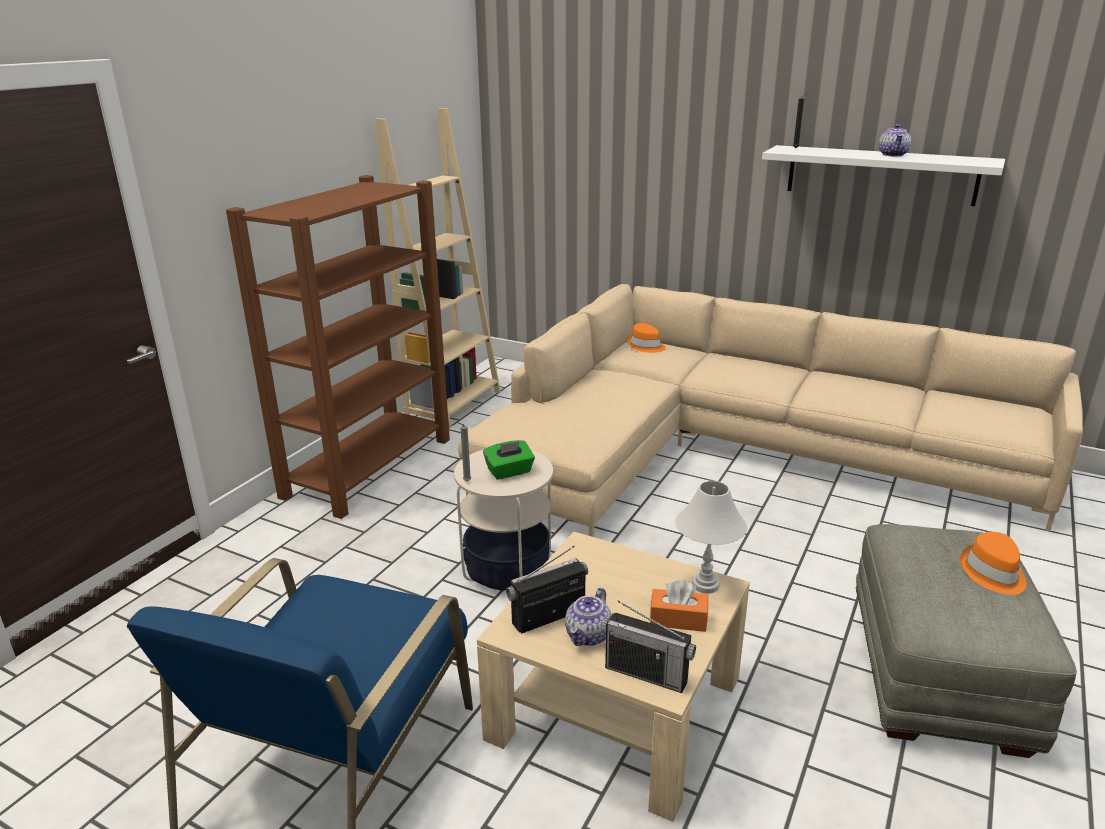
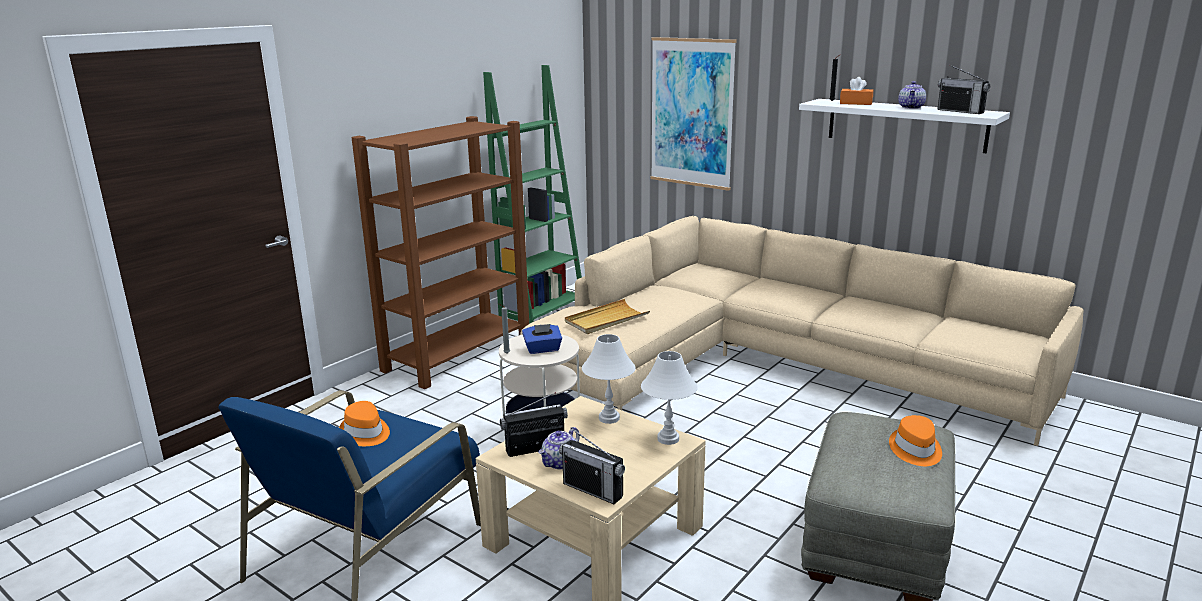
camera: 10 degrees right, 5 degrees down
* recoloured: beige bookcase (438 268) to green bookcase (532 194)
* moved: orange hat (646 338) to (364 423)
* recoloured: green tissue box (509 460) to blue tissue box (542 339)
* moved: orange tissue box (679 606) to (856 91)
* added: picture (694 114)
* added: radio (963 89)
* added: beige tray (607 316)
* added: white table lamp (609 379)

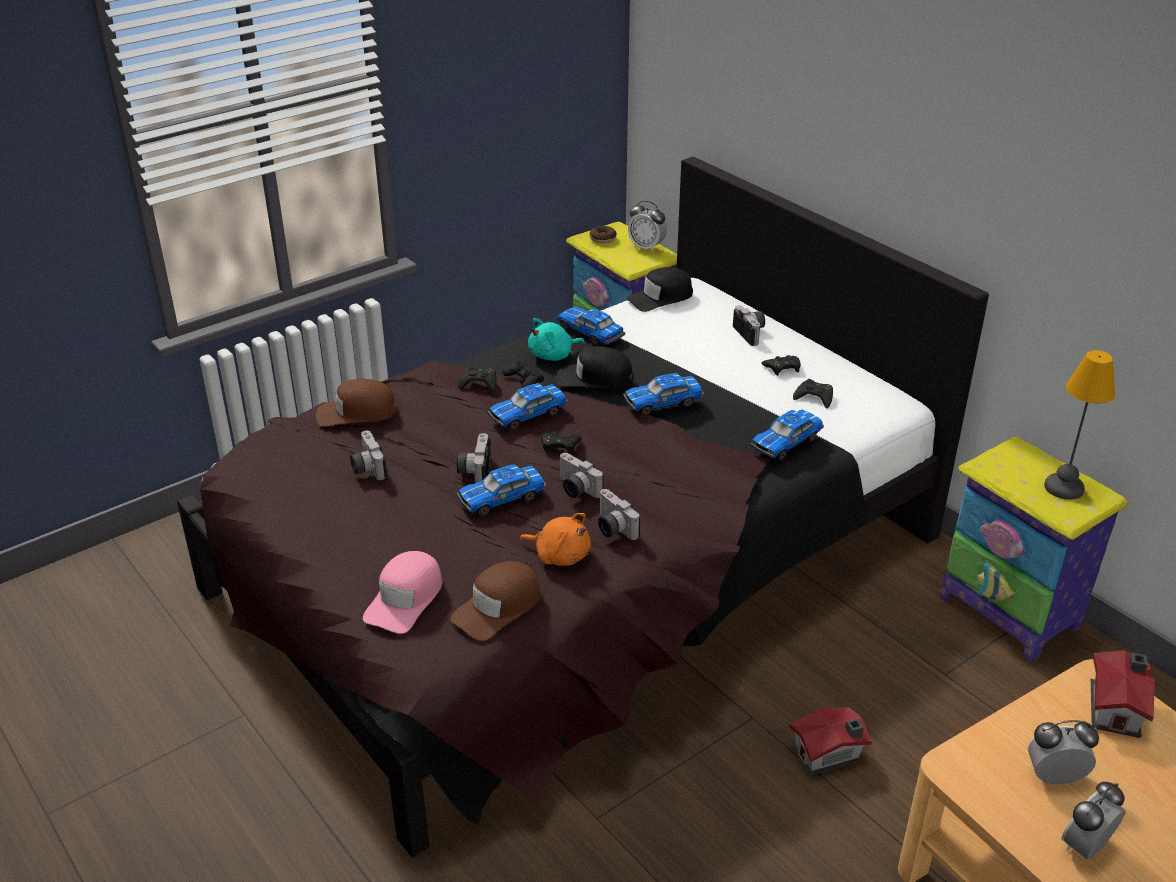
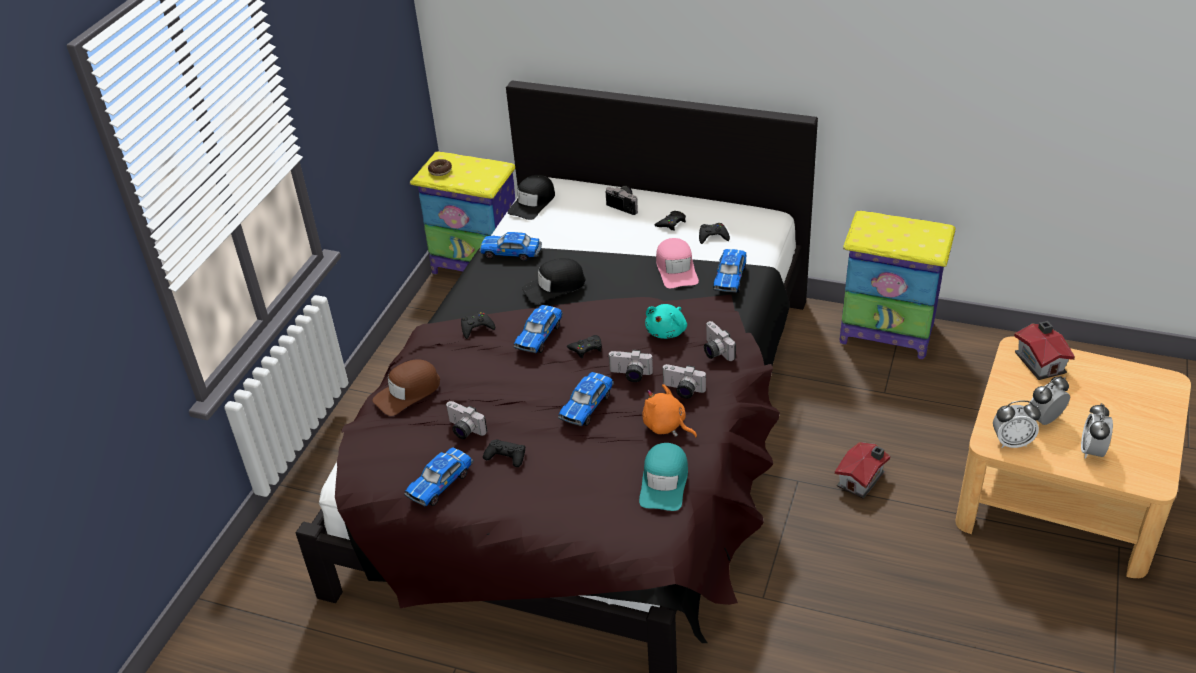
camera: 30 degrees left, 5 degrees up
* moved: alarm clock (647 226) to (1017 424)
* moved: turquoise plush toy (556 339) to (666 321)
* removed: table lamp (1079 425)
* moved: black game controller (523 374) to (504 453)
* moved: toy car (663 394) to (439 476)
* moved: photo camera (473 458) to (720 341)
* turned: orange plush toy (555 539) = (669 411) 135 degrees counterclockwise
* moved: pink cap (402 592) to (677 263)
* recoloured: brown cap (495 601) to turquoise cap (663 477)

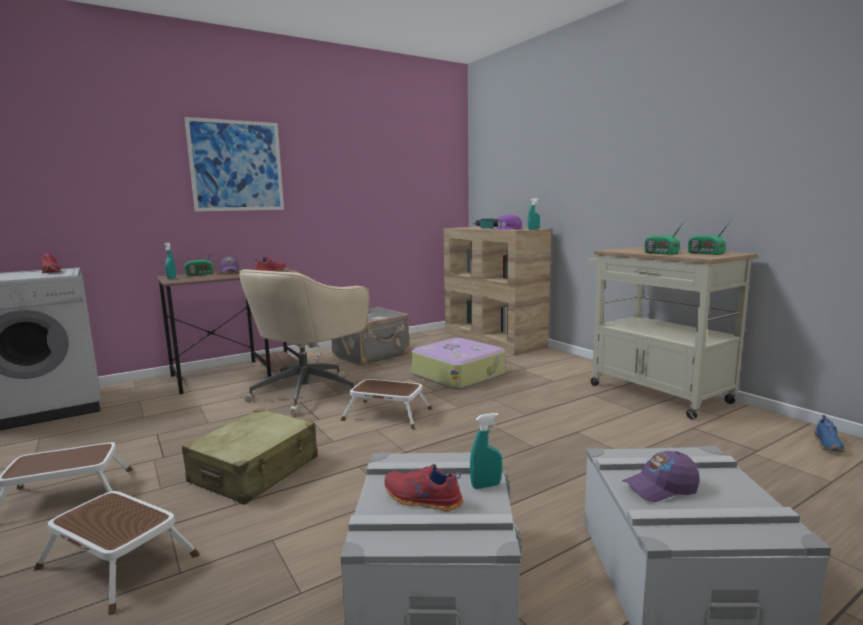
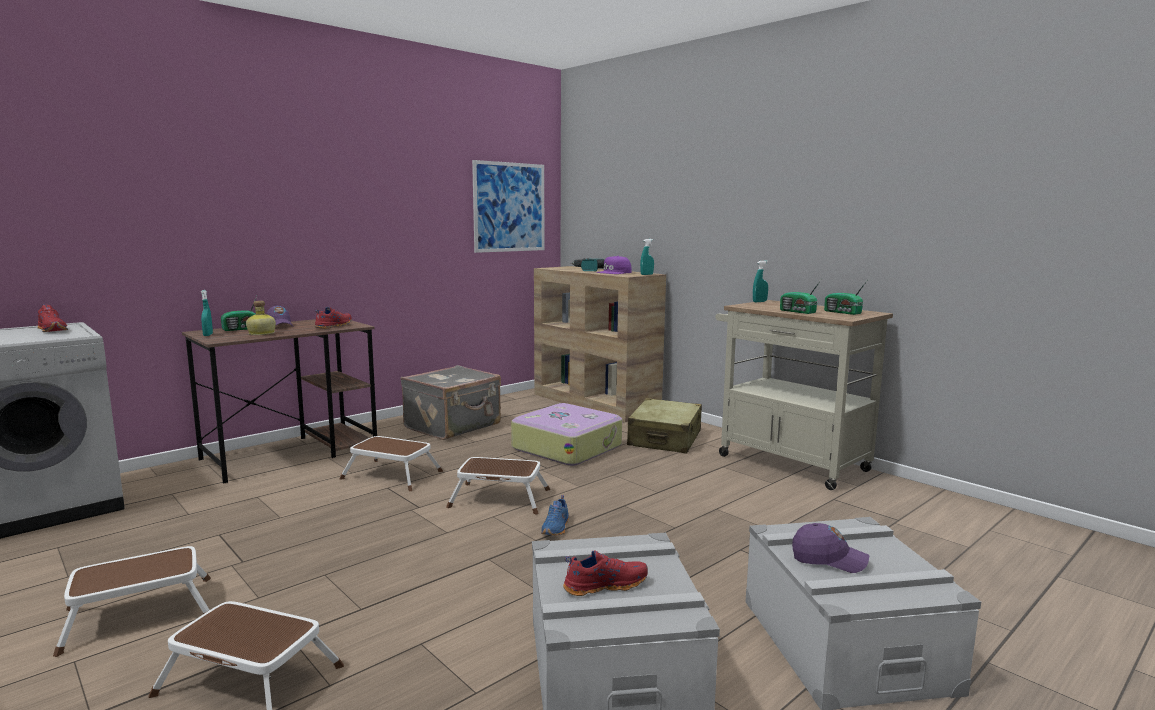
camera: 10 degrees left, 0 degrees up
* moved: picture (234 164) to (508 206)
* replaced: beige office chair (304 342) to brown step ladder (391 463)
* moved: beige suitcase (250 457) to (664 426)
* moved: turquoise spray bottle (486 451) to (760 281)
* moved: blue shoe (829 433) to (555 515)
* turned: purple cap (661 476) = (830 548) 135 degrees counterclockwise
* turned: red shoe (424 487) = (605 573) 150 degrees clockwise
* added: bottle (261 318)

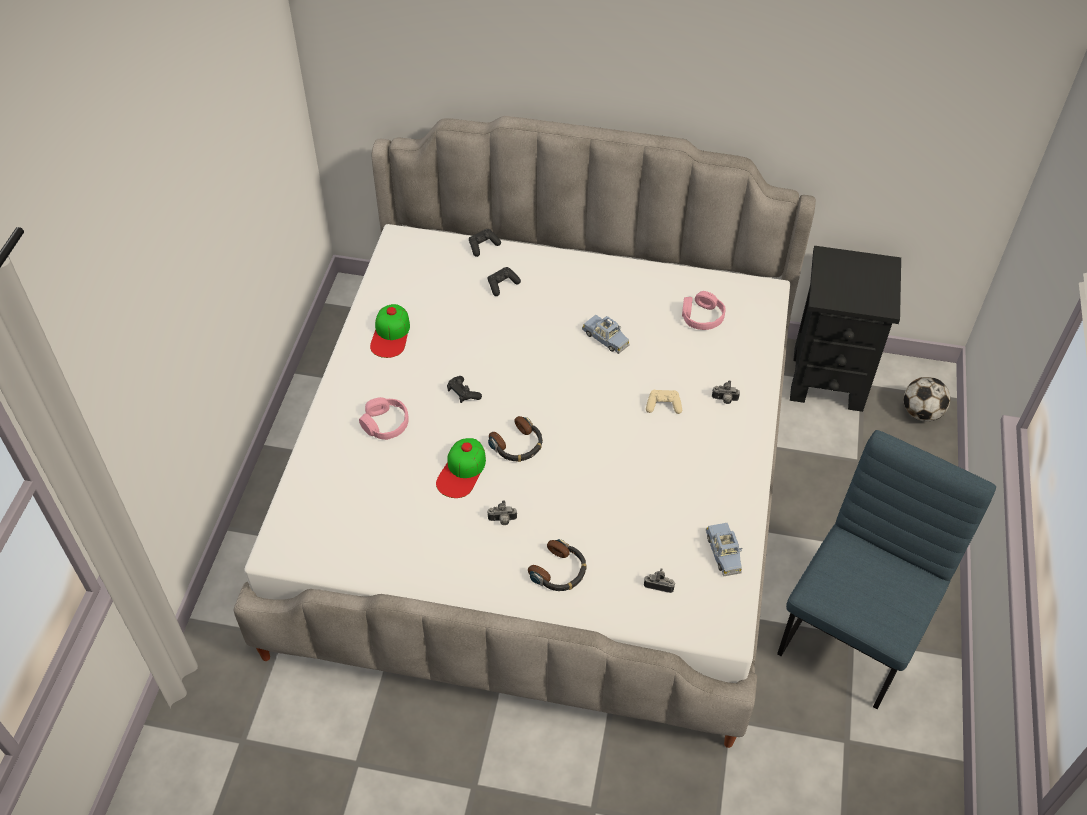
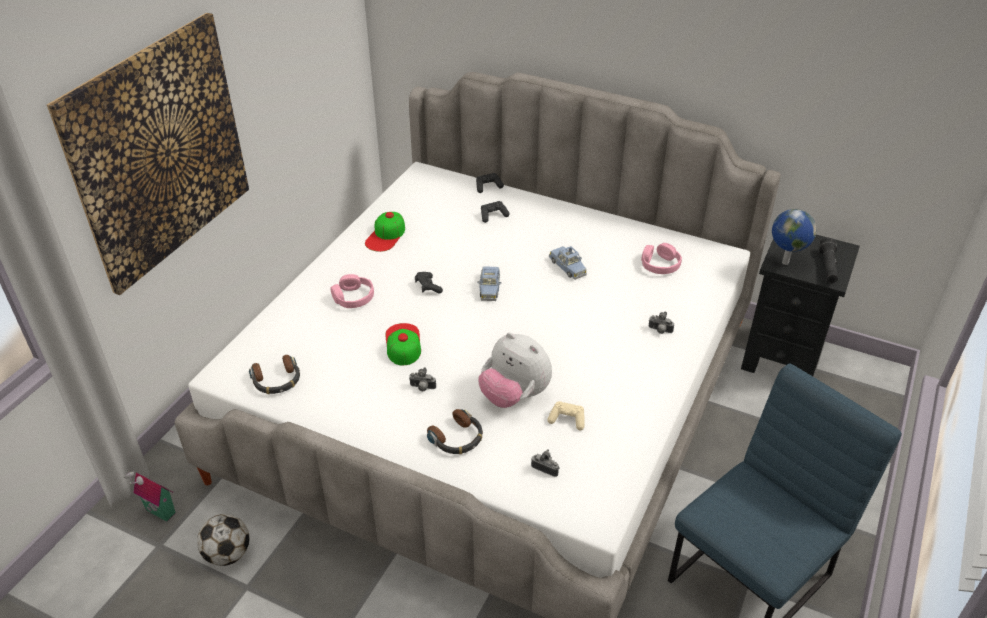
camera: 15 degrees right, 10 degrees down
* moved: football (927 399) to (223 540)
* moved: beige game controller (664 402) to (566 415)
* moved: headphones (515 439) to (274 374)
* turned: cap (461 468) = (403 344) 135 degrees clockwise
* moved: blue toy car (724 549) to (489 283)
* added: picture (148 154)
* added: globe (794 237)
* added: black flashlight (828 260)
* added: plush toy (515 370)
* added: toy house (150 495)

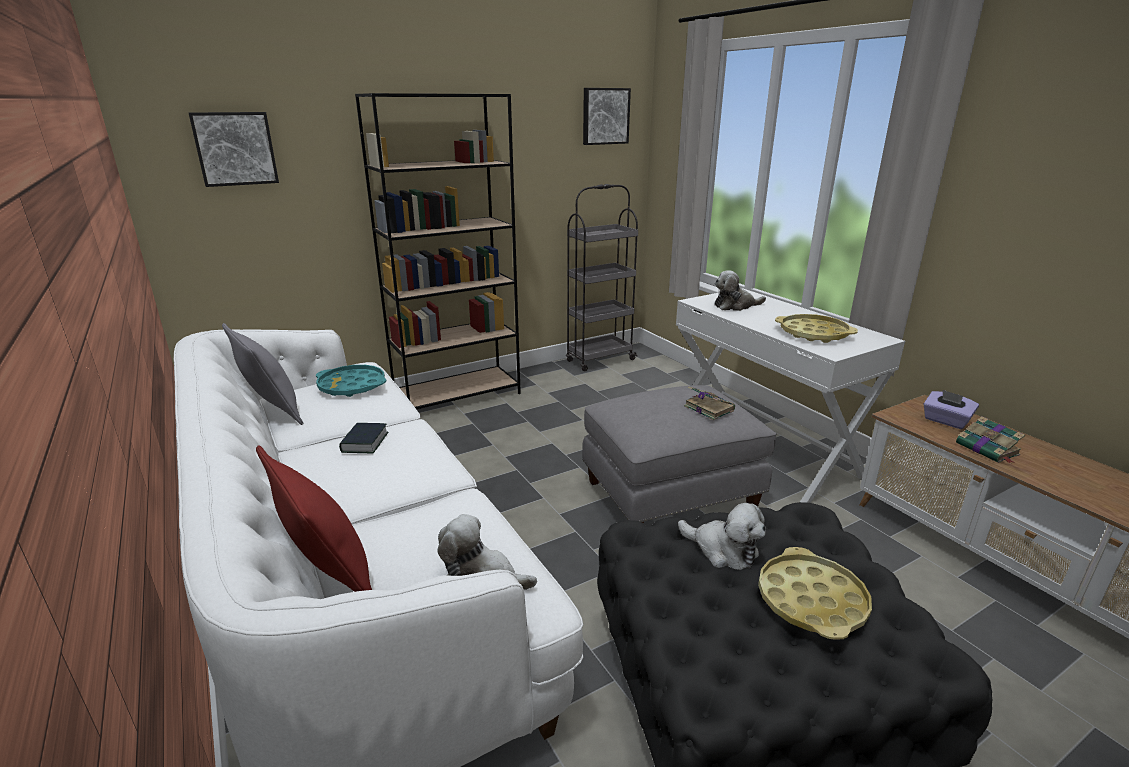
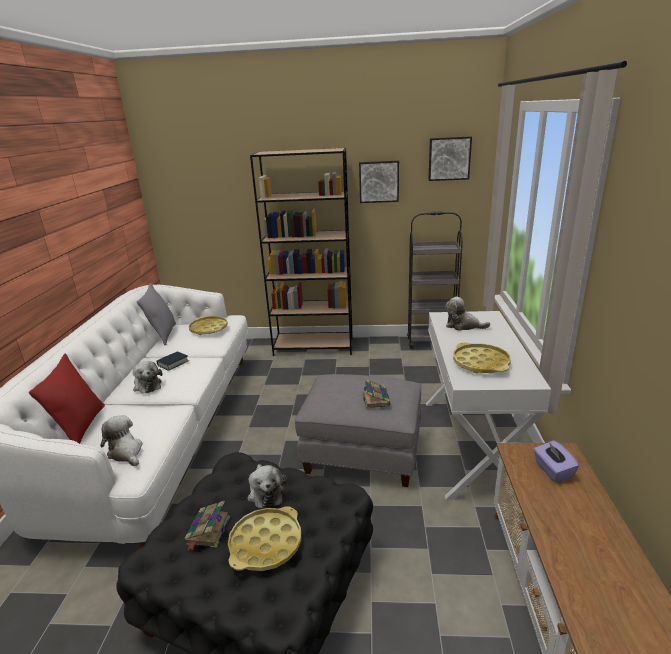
camera: 35 degrees right, 0 degrees up
* moved: picture (234 149) to (379 182)
* recoloured: turquoise tray (351 381) to yellow tray (208 325)
* moved: book (990 440) to (207 525)
* added: plush toy (147 377)

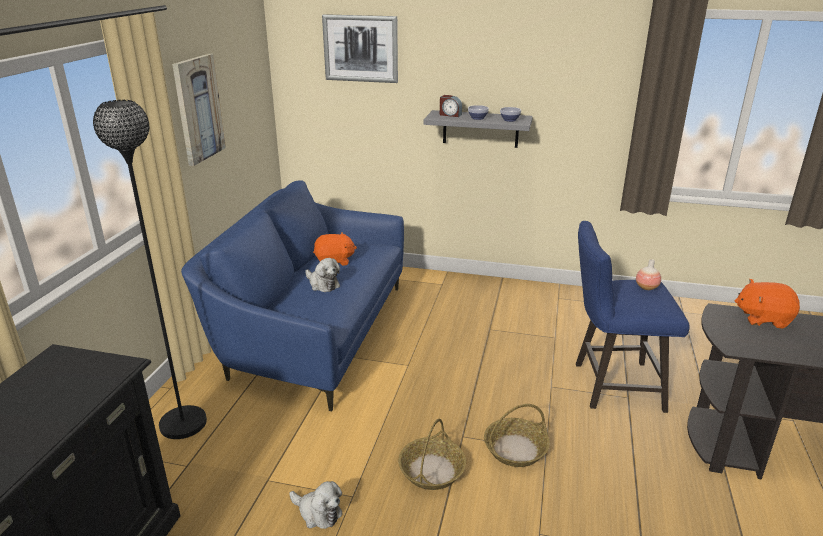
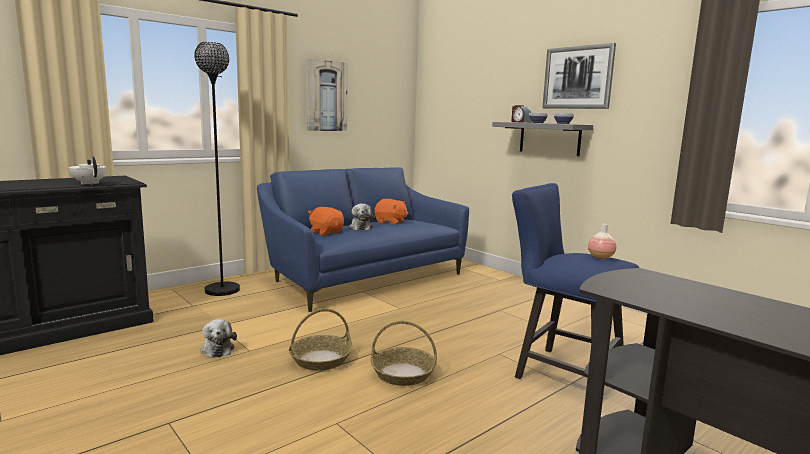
camera: 35 degrees right, 15 degrees down
* moved: picture (360 48) to (579 76)
* moved: orange plush toy (767 304) to (326 221)
* added: white teapot (88 170)

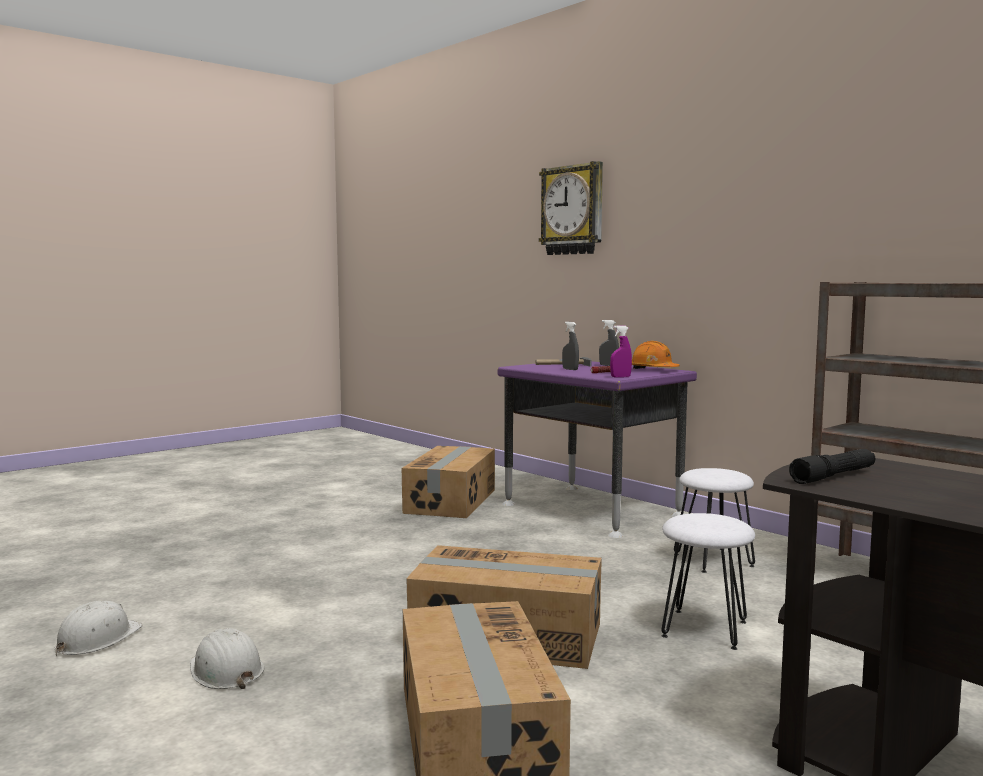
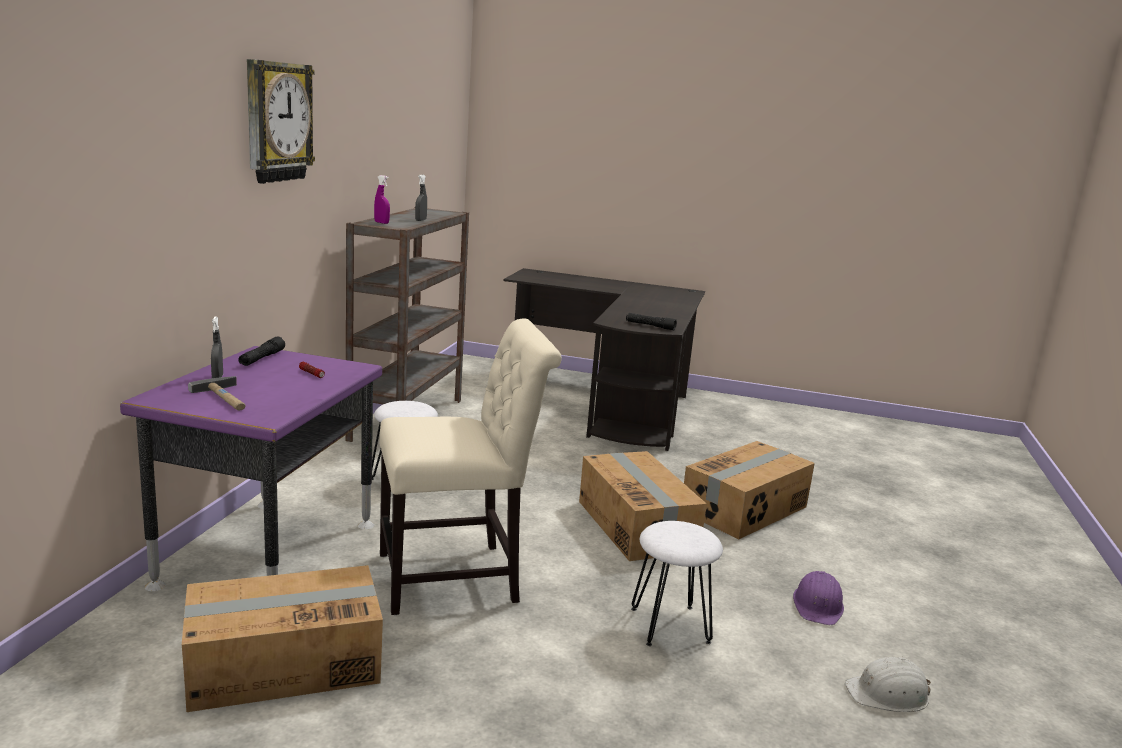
camera: 125 degrees left, 10 degrees up
* moved: wall clock (571 208) to (281 121)
* moved: grey spray bottle (570 346) to (421 198)
* moved: purple spray bottle (621 351) to (382 199)
* replaced: orange hard hat (656 355) to black flashlight (261 351)
* moved: white stool (708 581) to (677 583)
* recoloured: white hard hat (227 658) to purple hard hat (818 598)
* added: beige chair (470 466)

